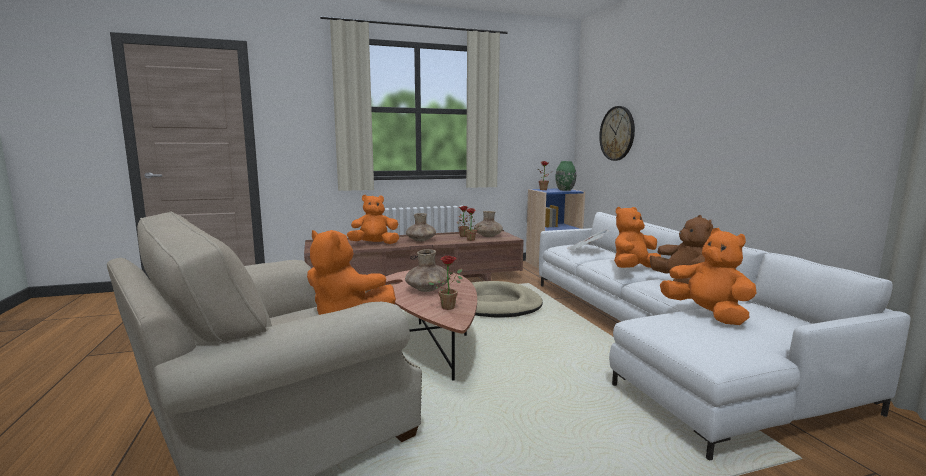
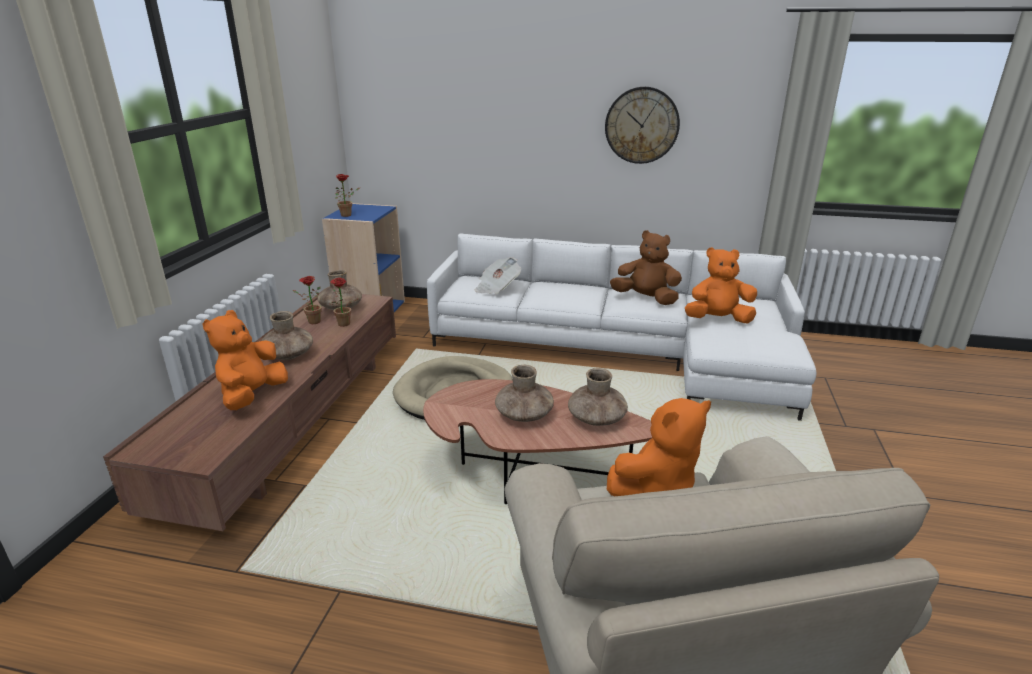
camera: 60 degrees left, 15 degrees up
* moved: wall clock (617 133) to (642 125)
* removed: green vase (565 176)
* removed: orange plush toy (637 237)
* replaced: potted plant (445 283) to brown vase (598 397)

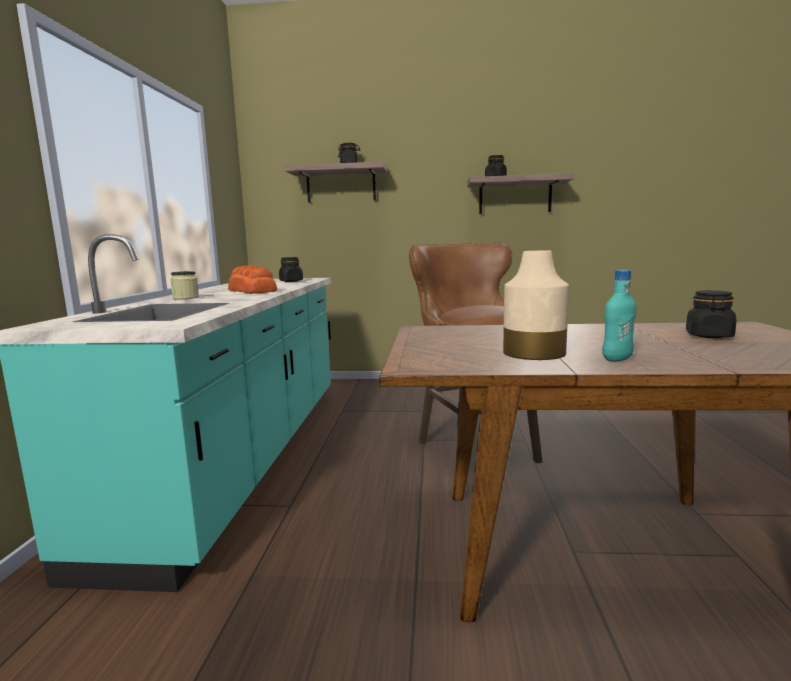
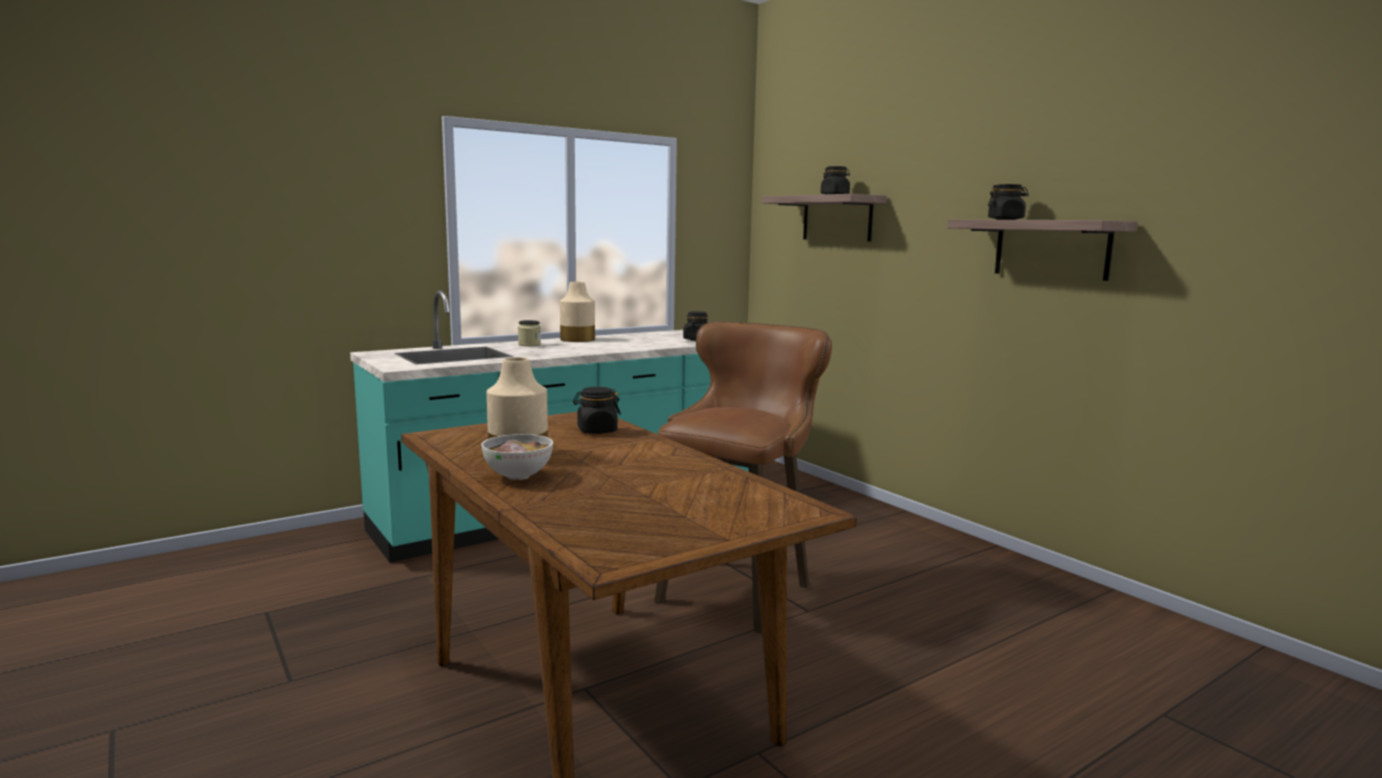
camera: 50 degrees right, 0 degrees up
* removed: bread (252 279)
* replaced: turquoise bottle (619 315) to bowl (517 457)
* moved: black jar (711 314) to (597 410)
* added: beige vase (577 312)

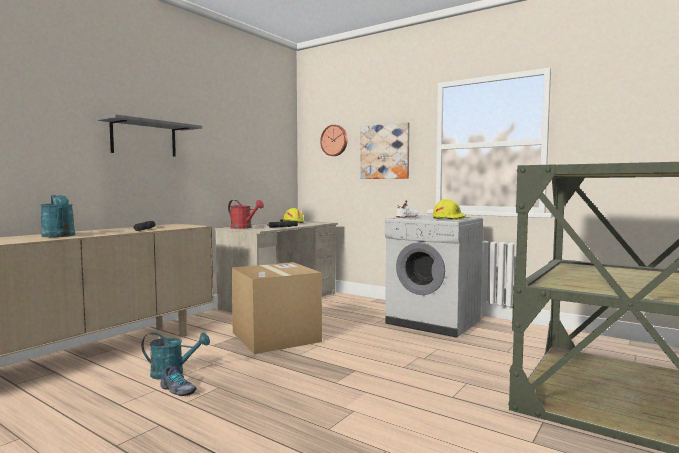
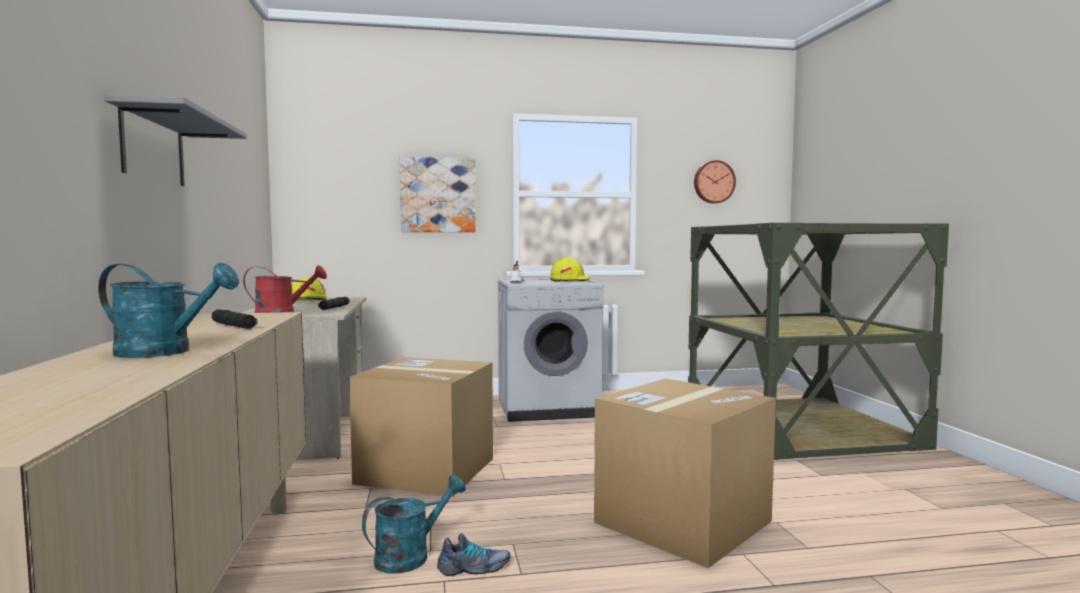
camera: 45 degrees left, 0 degrees up
* moved: wall clock (334 140) to (715 181)
* added: cardboard box (685 473)

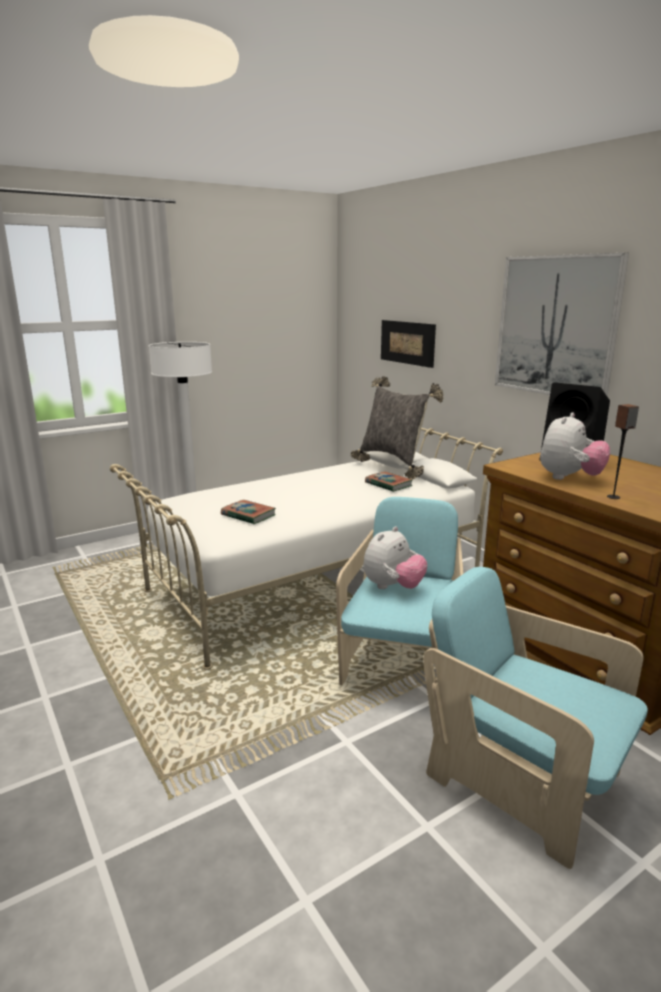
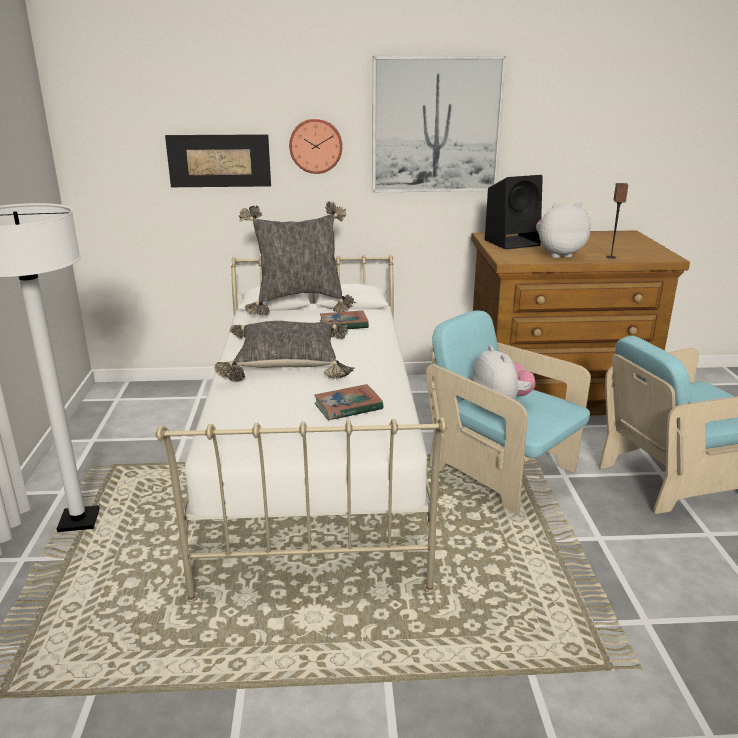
camera: 60 degrees left, 5 degrees up
* turned: plush toy (575 446) = (563 230) 75 degrees counterclockwise
* added: wall clock (315 146)
* added: pillow (284 351)

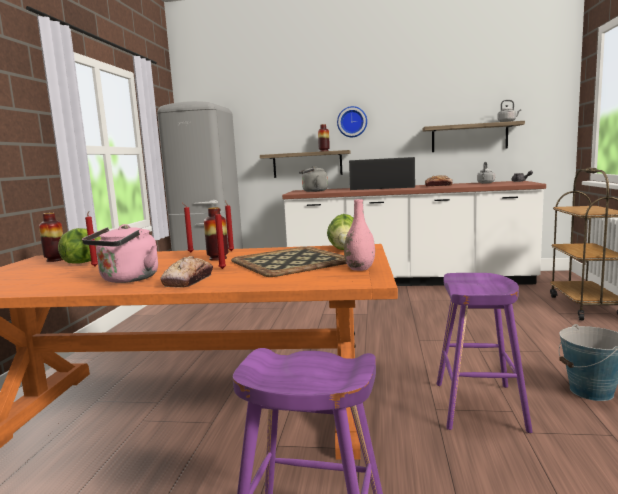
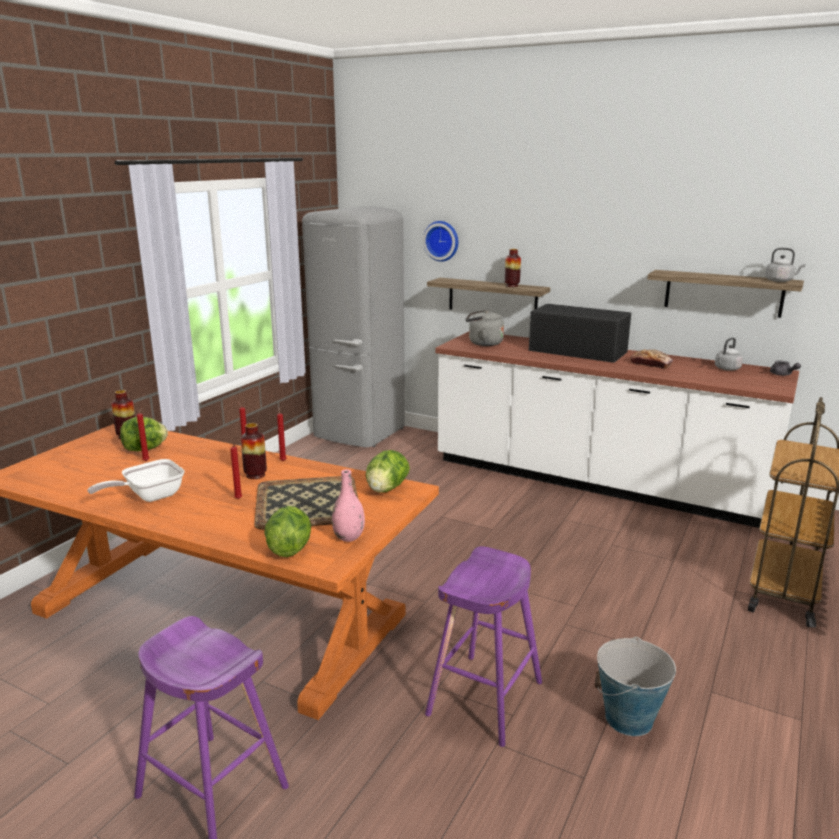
camera: 20 degrees right, 10 degrees up
* moved: wall clock (352 121) to (440 241)
* replaced: pink kettle (120 253) to frying pan (136 480)
* removed: bread (186 272)
* added: lettuce (287 531)

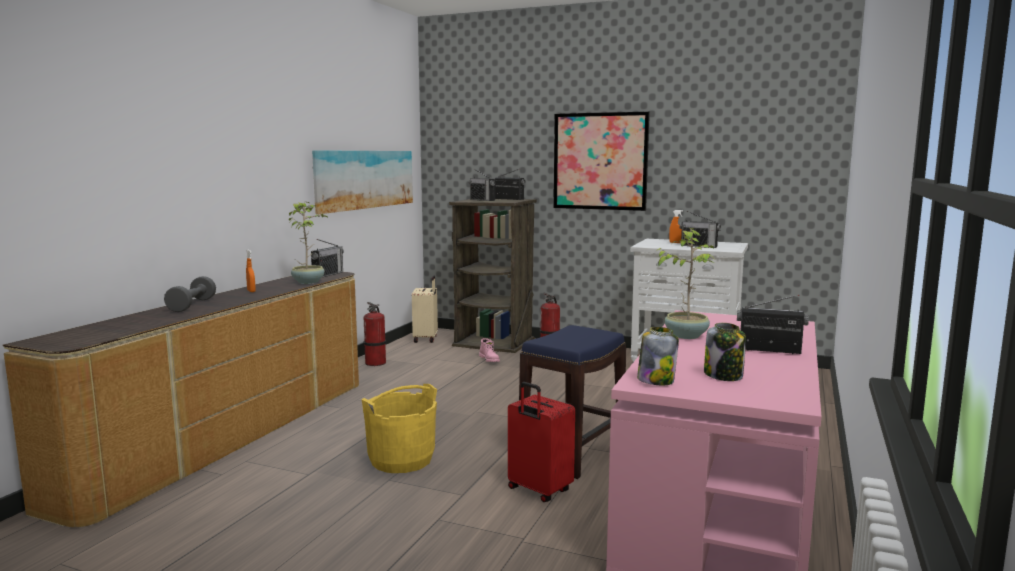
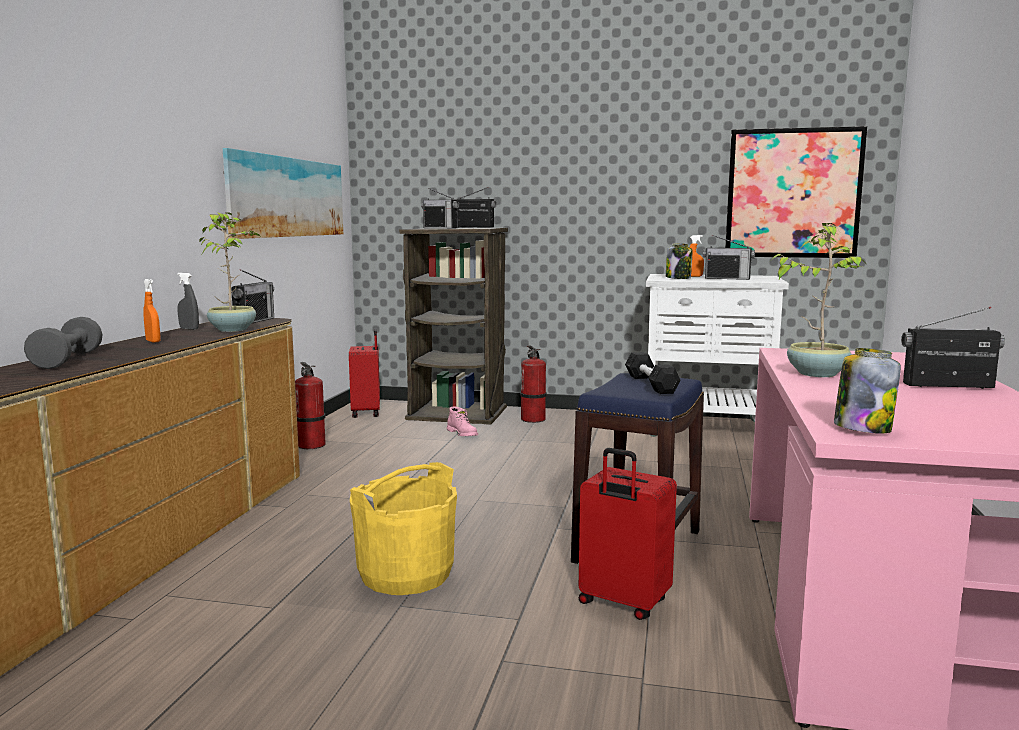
camera: 10 degrees left, 0 degrees up
* moved: picture (601 161) to (796 192)
* recoloured: beige suitcase (425 309) to red suitcase (364 373)
* moved: jar (725 352) to (679 261)
* added: grey spray bottle (188 301)
* added: black dumbbell (653 373)

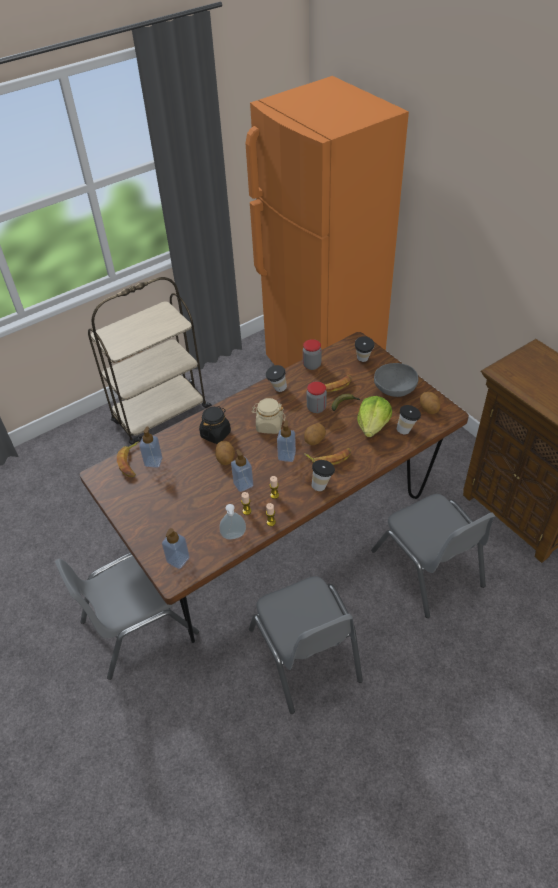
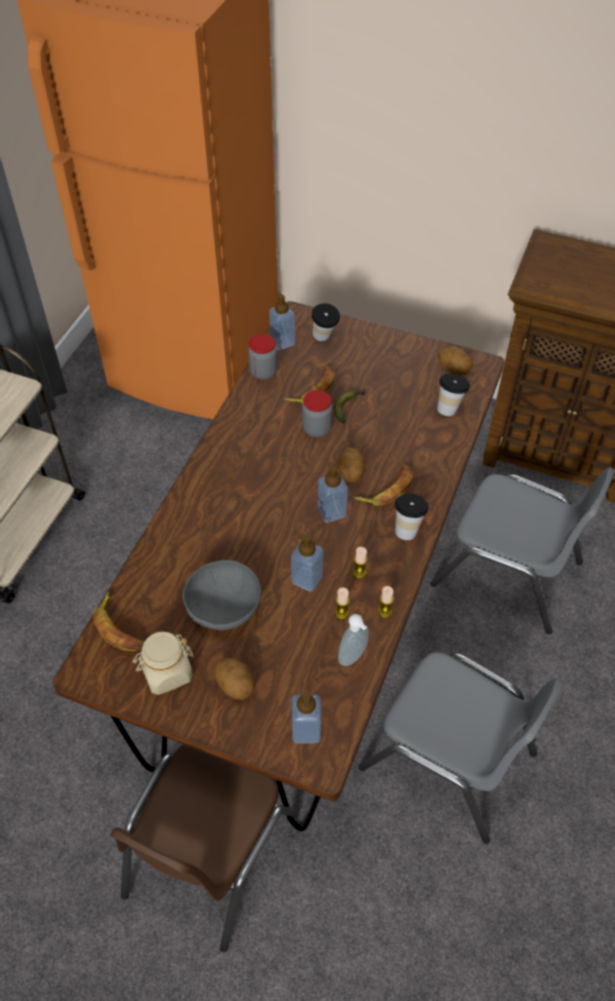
camera: 35 degrees left, 5 degrees up
* moved: grey bowl (396 380) to (222 595)
* removed: cup (276 378)
* removed: lettuce (374 416)
* moved: beige jar (268 416) to (163 663)
* removed: black jar (215 425)
* moved: soap dispenser (151 447) to (282 320)
* moved: potato (225 453) to (234 679)
* recoloured: grey chair (127 616) to brown chair (204 848)

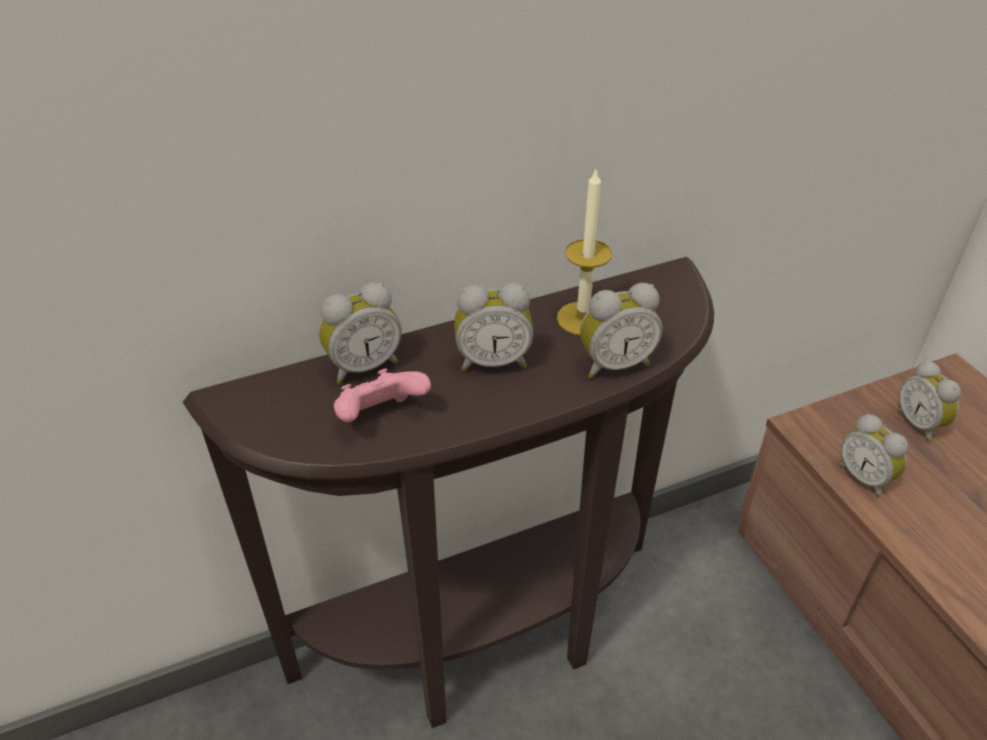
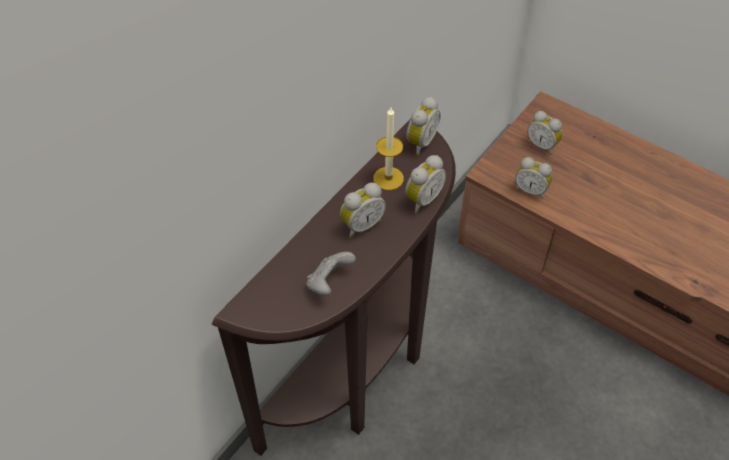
camera: 30 degrees left, 10 degrees up
* moved: alarm clock (360 333) to (423 126)
* recoloured: pink game controller (382 395) to grey game controller (331 274)

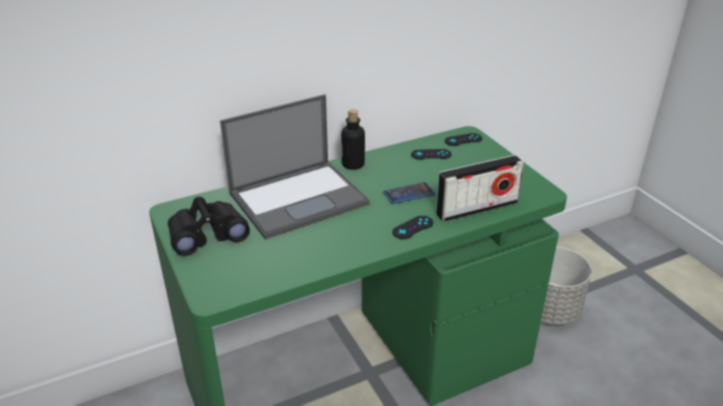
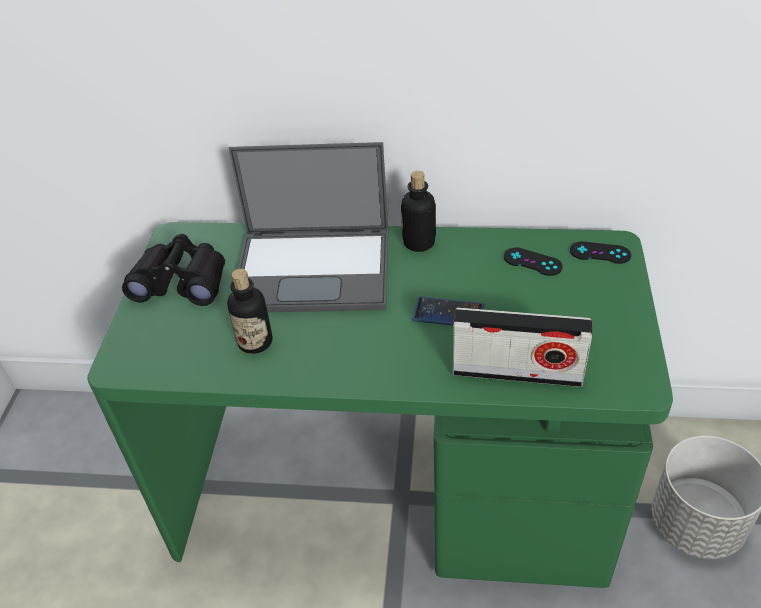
camera: 35 degrees right, 10 degrees up
* removed: black game controller (412 227)
* added: bottle (250 311)

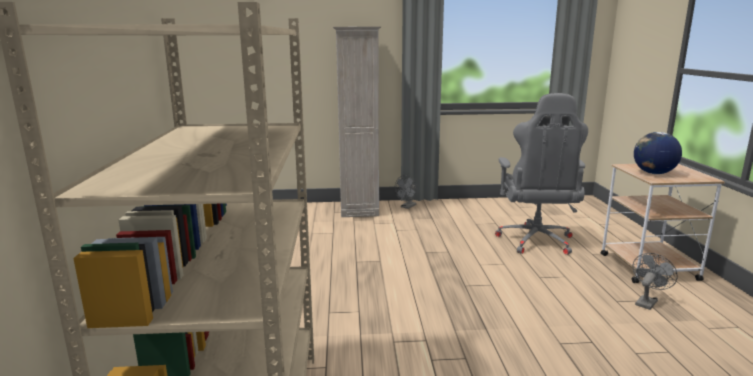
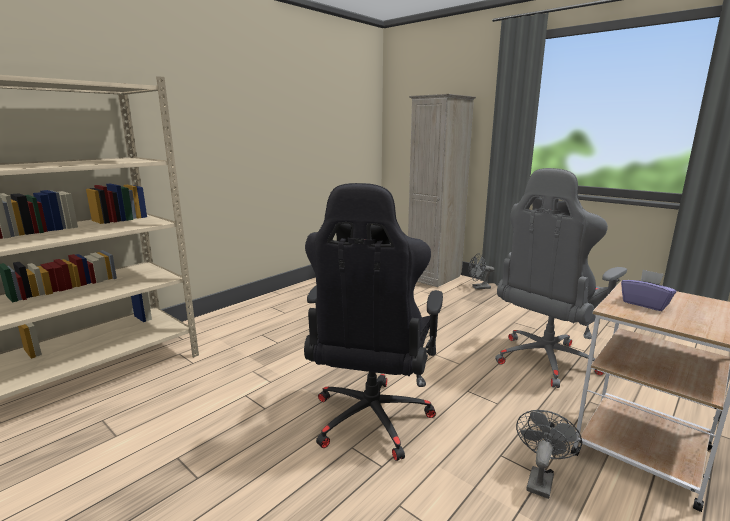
camera: 45 degrees right, 0 degrees up
* replaced: globe (658 153) to purple tissue box (649 290)
* turned: grey fan (655 281) = (549 454) 60 degrees counterclockwise
* added: black office chair (373 322)

